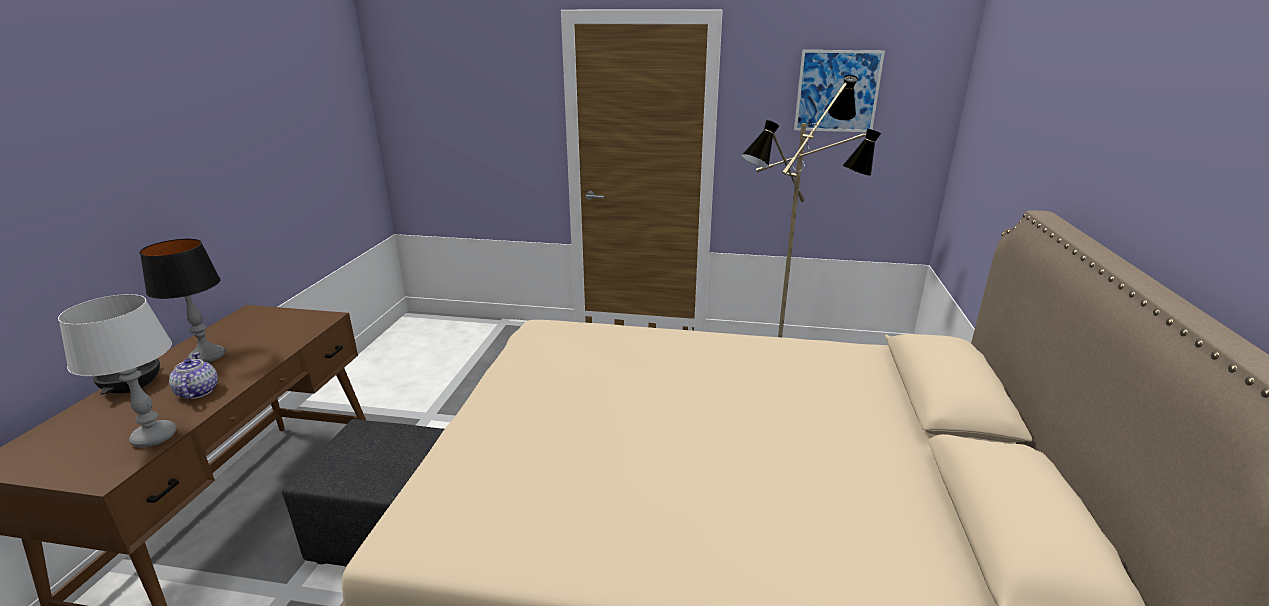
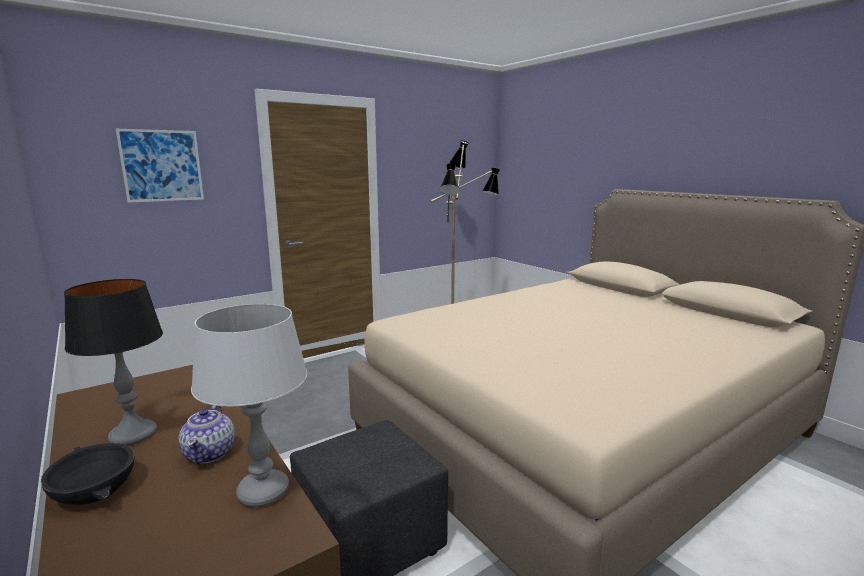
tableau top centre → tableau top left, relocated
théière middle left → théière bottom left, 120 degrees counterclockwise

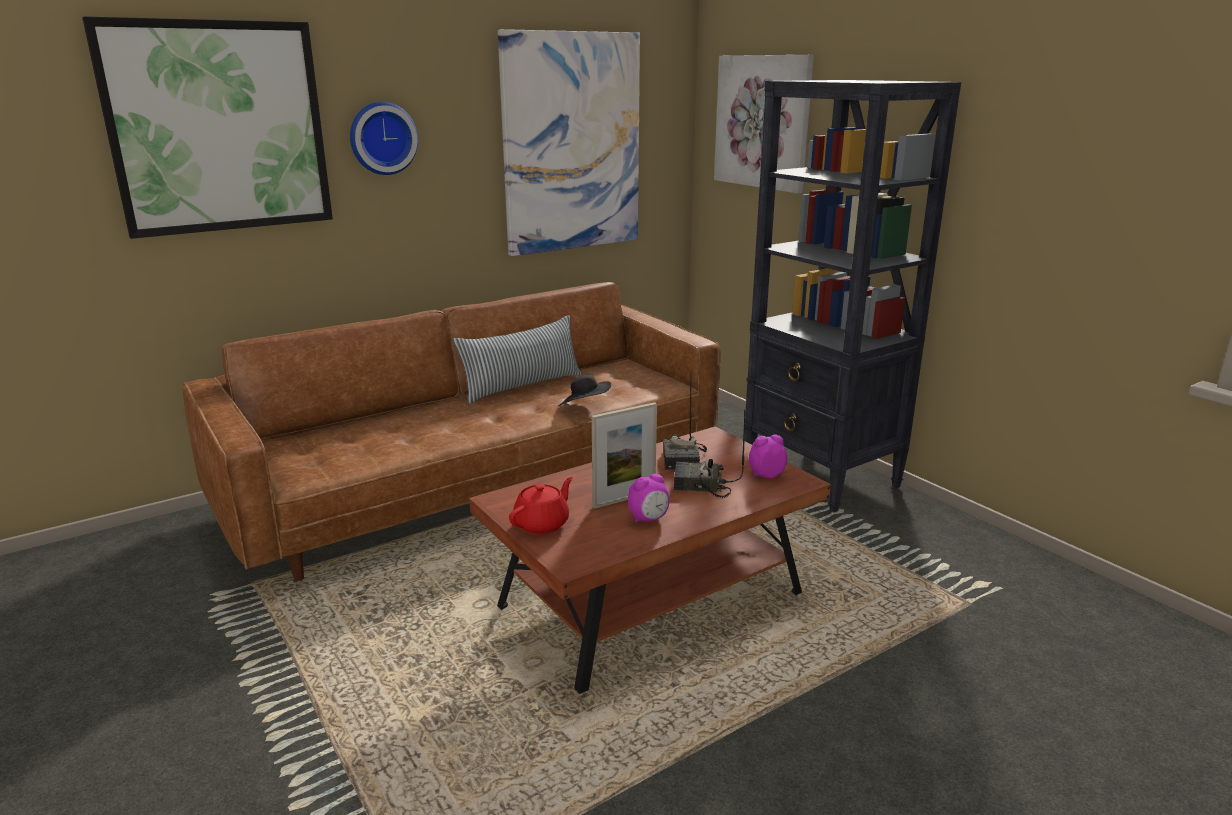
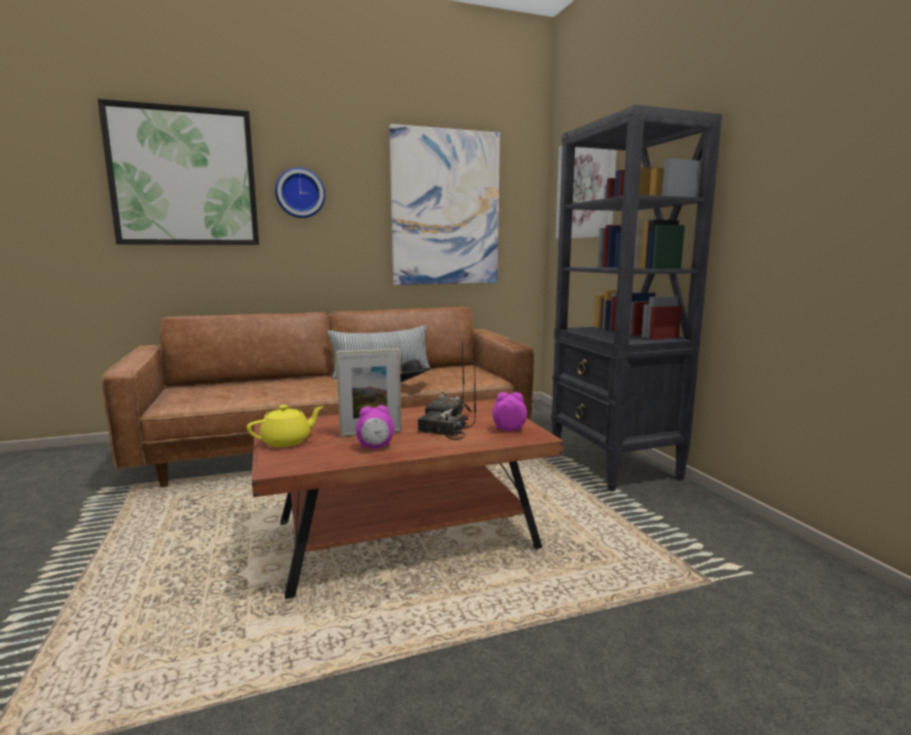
théière (rouge) centre → théière (jaune) middle left

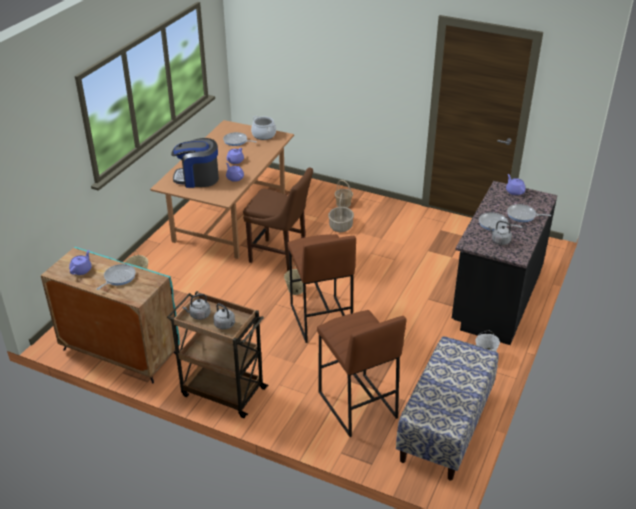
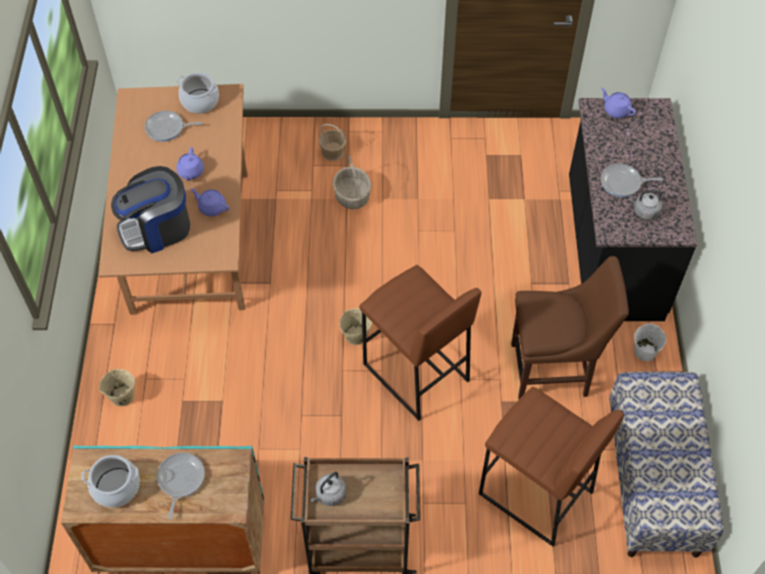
bouilloire (gris) (no. 2 from left) centre → -
poêle (no. 4 from left) middle right → -
chaise (marron) centre → chaise (marron) middle right, relocated
théière (violet) (no. 1 from left) middle left → marmite (no. 1 from left) bottom left

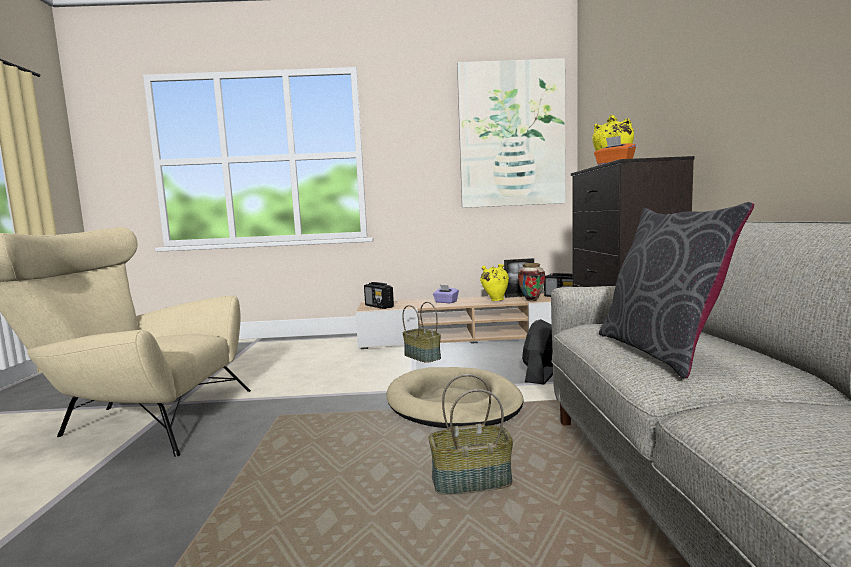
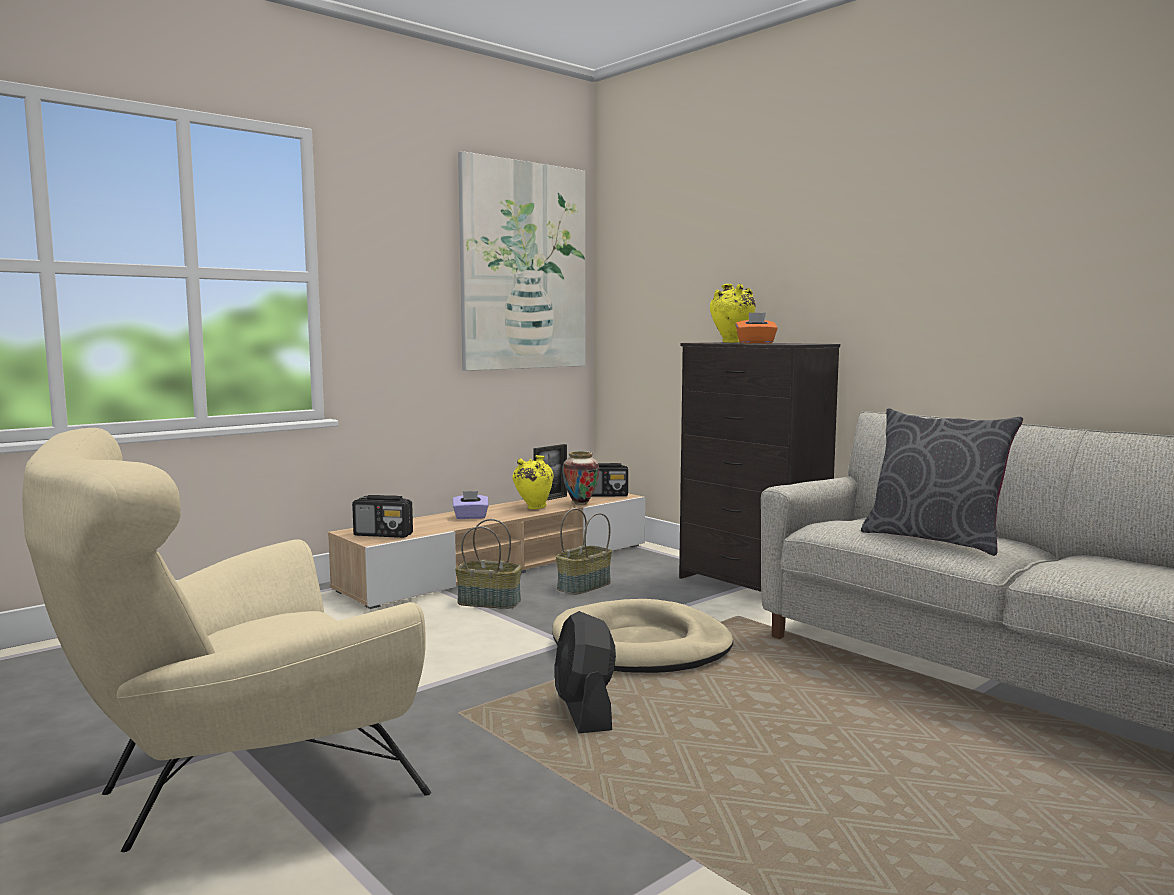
panier (no. 2 from left) bottom centre → panier (no. 2 from left) centre, relocated
ventilateur (noir) centre → ventilateur (noir) bottom centre, relocated

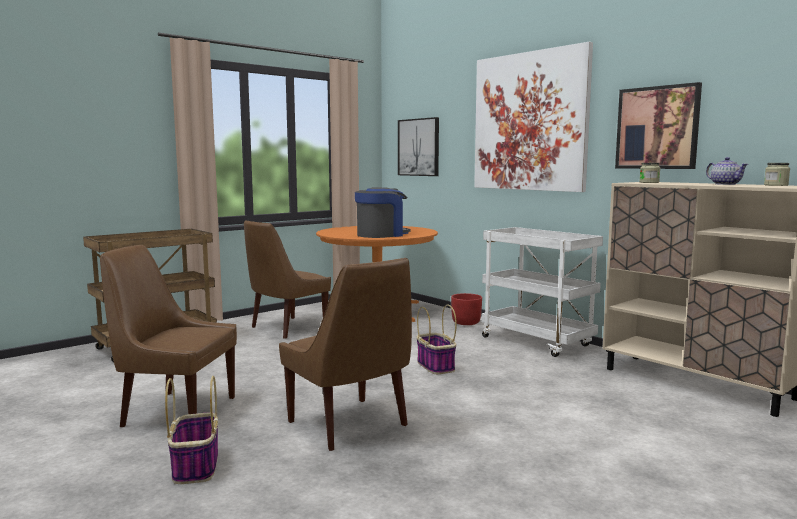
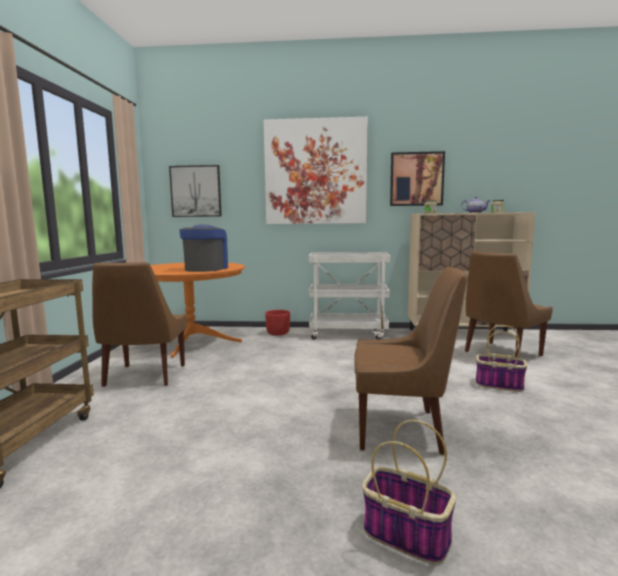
chaise (marron) (no. 1 from left in the first image) middle left → chaise (marron) (no. 3 from left) middle right, relocated
panier (no. 2 from left) centre → panier (no. 2 from left) middle right, relocated

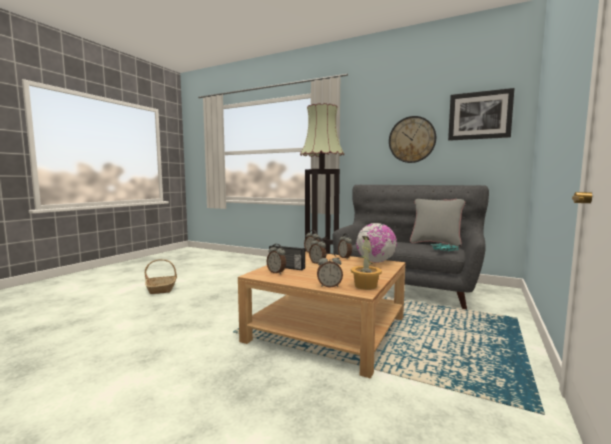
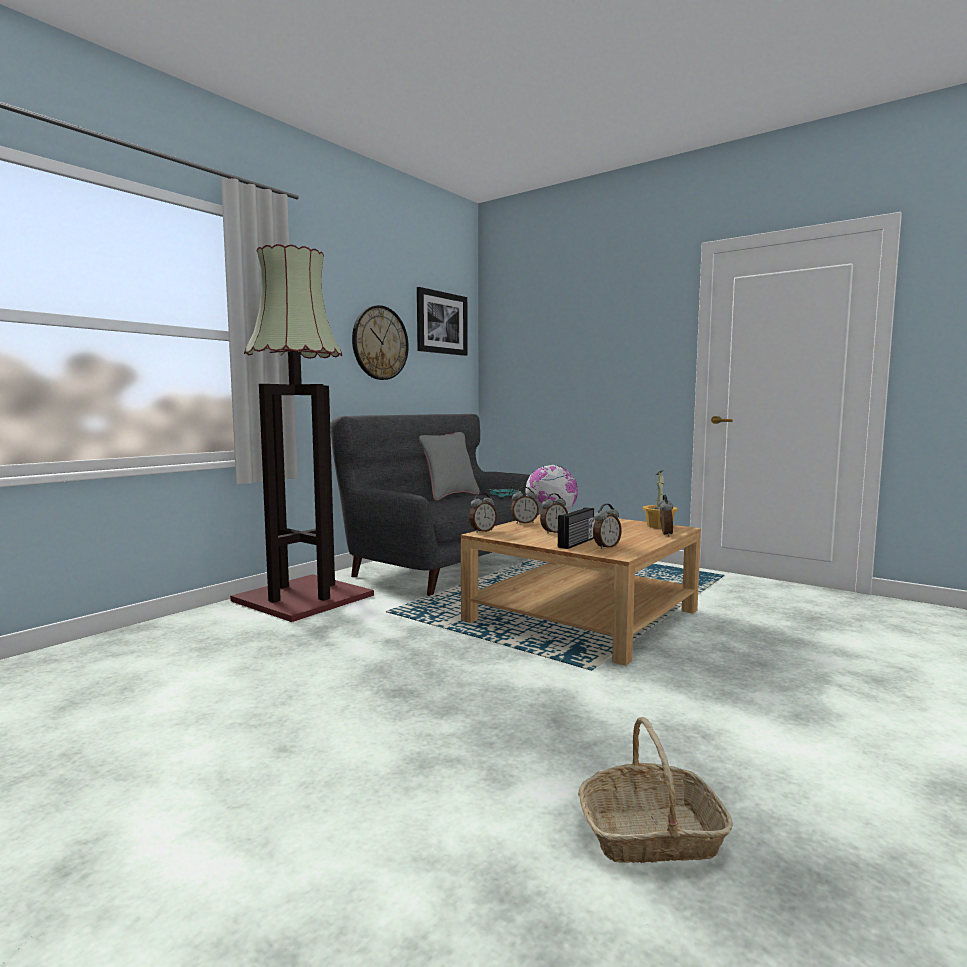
panier middle left → panier bottom right, relocated

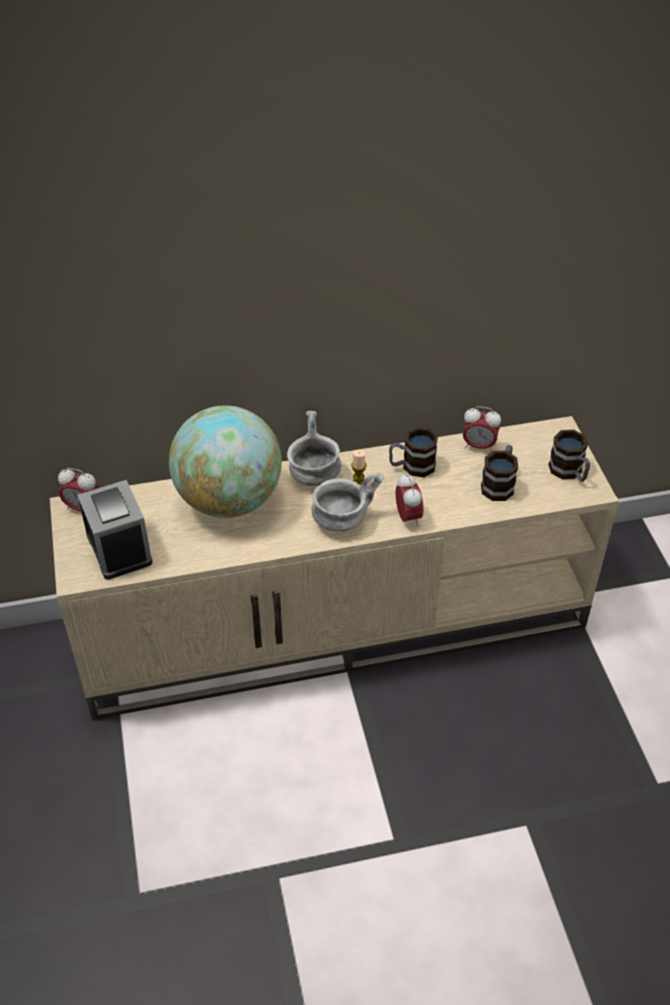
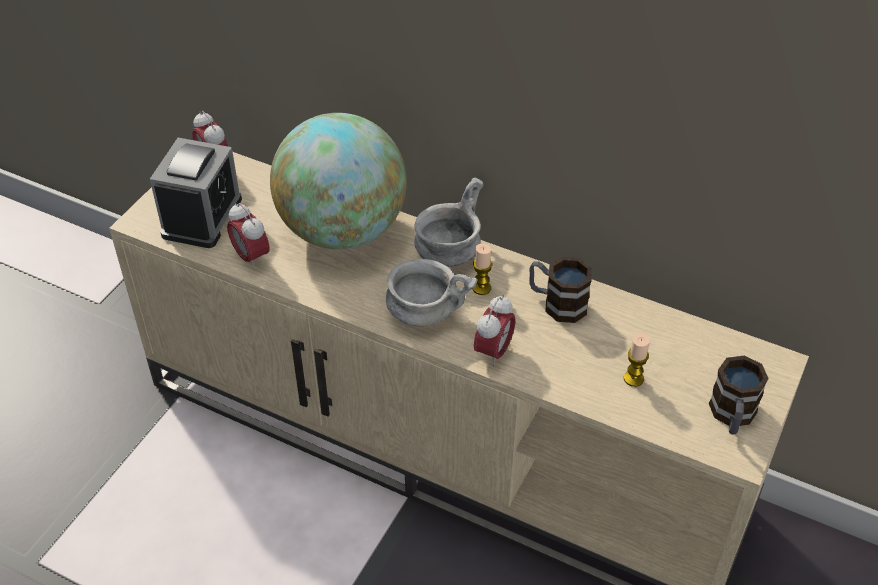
réveil (no. 4 from left in the first image) middle right → réveil (no. 3 from left) middle left, relocated
mug (no. 2 from left) middle right → bougie (no. 2 from left) middle right

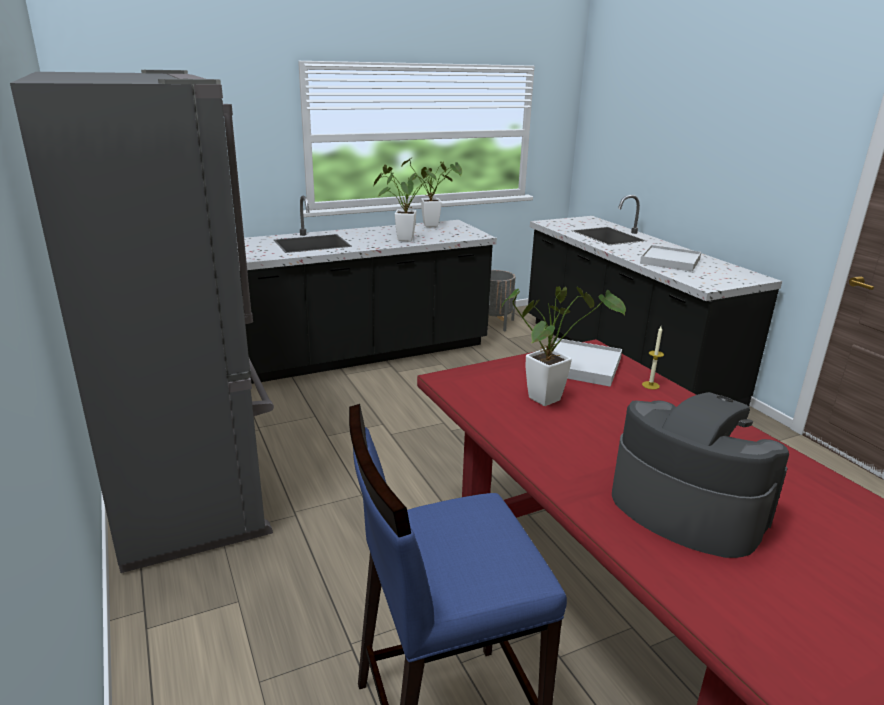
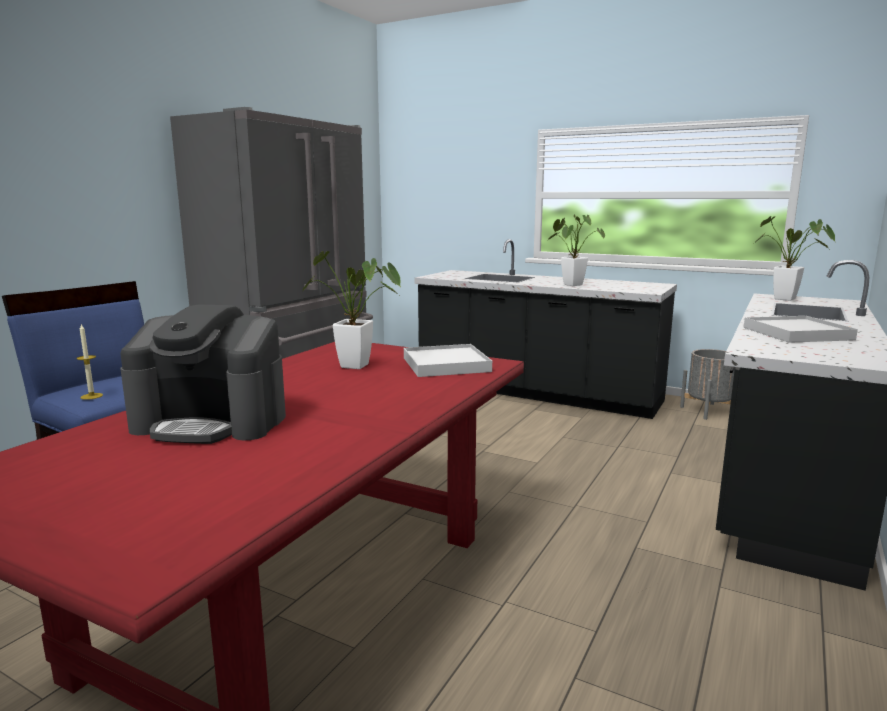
plante en pot (no. 2 from left in the first image) top centre → plante en pot (no. 3 from left) middle right, relocated
bougie middle right → bougie middle left, relocated
machine à café bottom right → machine à café middle left, 90 degrees clockwise

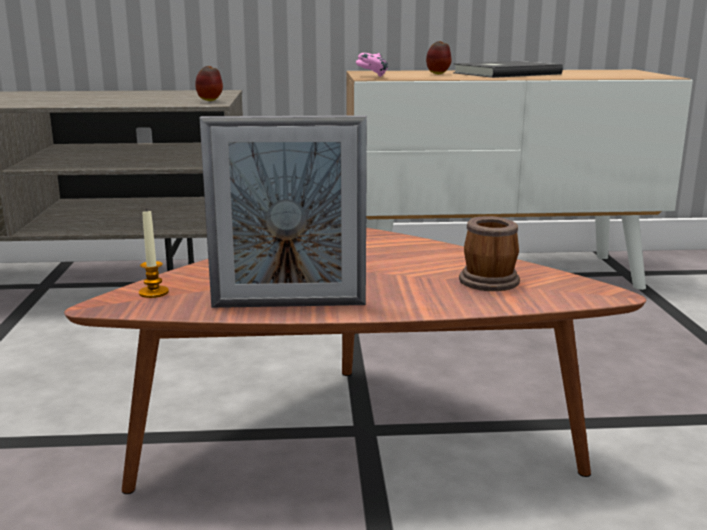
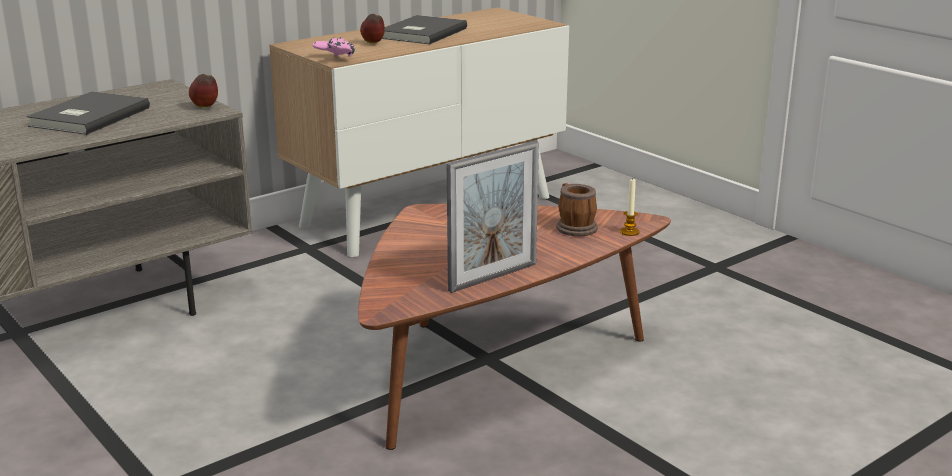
- → livre (gris) (no. 1 from left) top left
bougie middle left → bougie centre, relocated

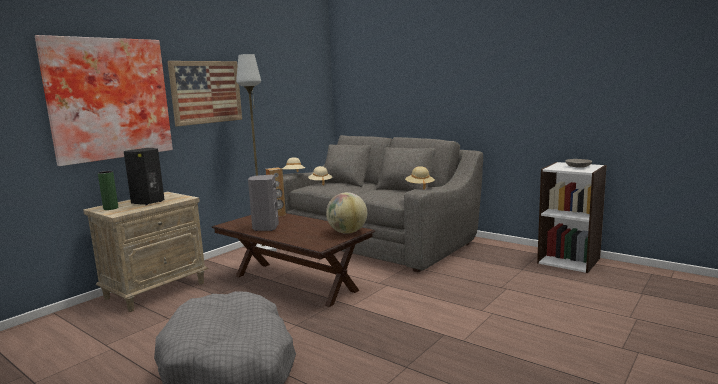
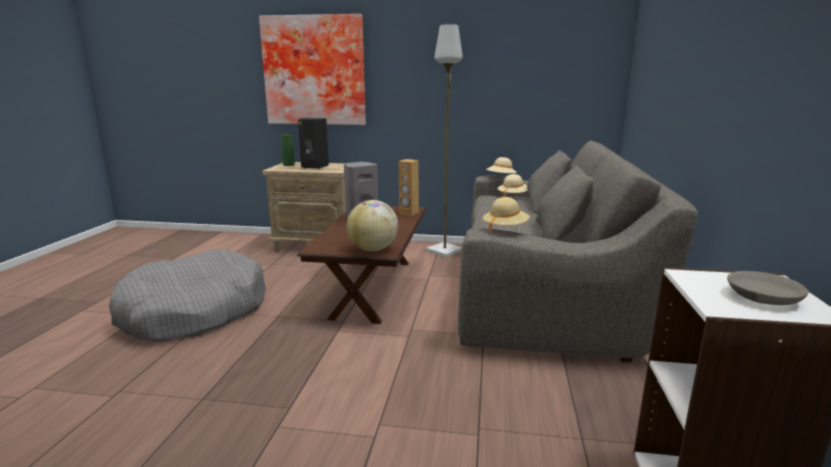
tableau (no. 2 from left) top left → -

